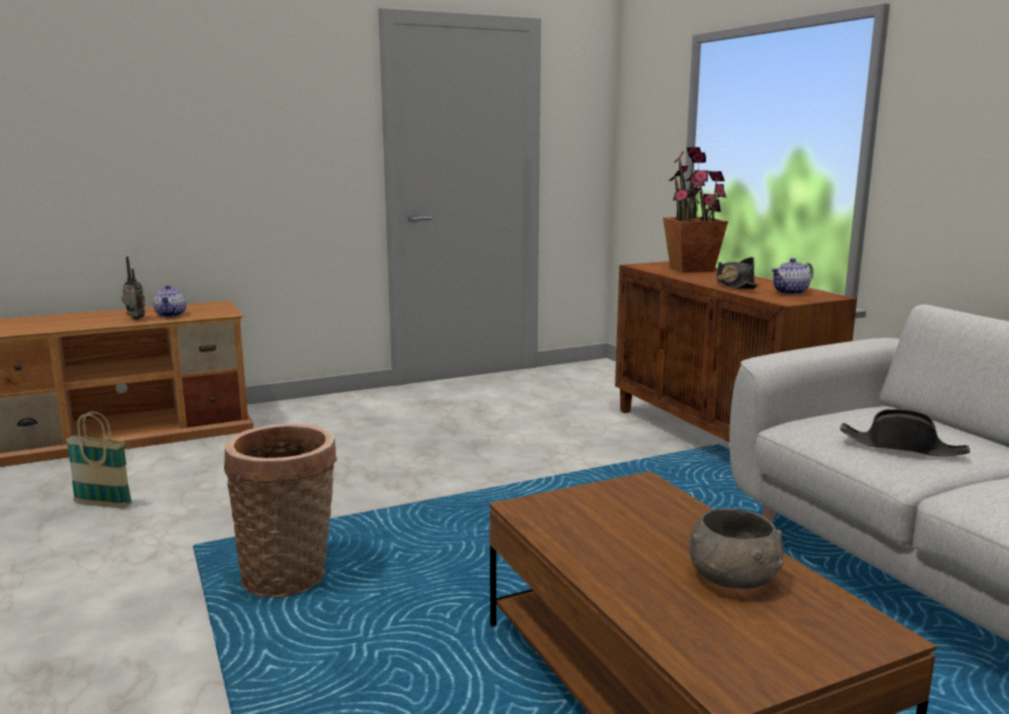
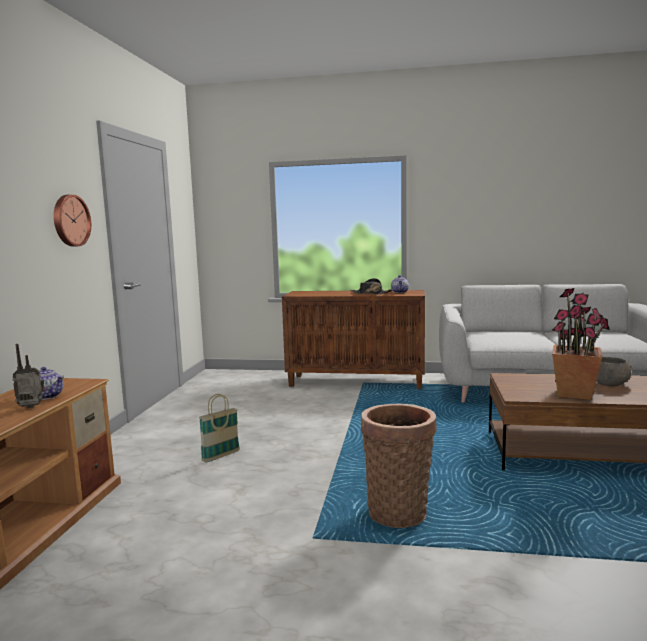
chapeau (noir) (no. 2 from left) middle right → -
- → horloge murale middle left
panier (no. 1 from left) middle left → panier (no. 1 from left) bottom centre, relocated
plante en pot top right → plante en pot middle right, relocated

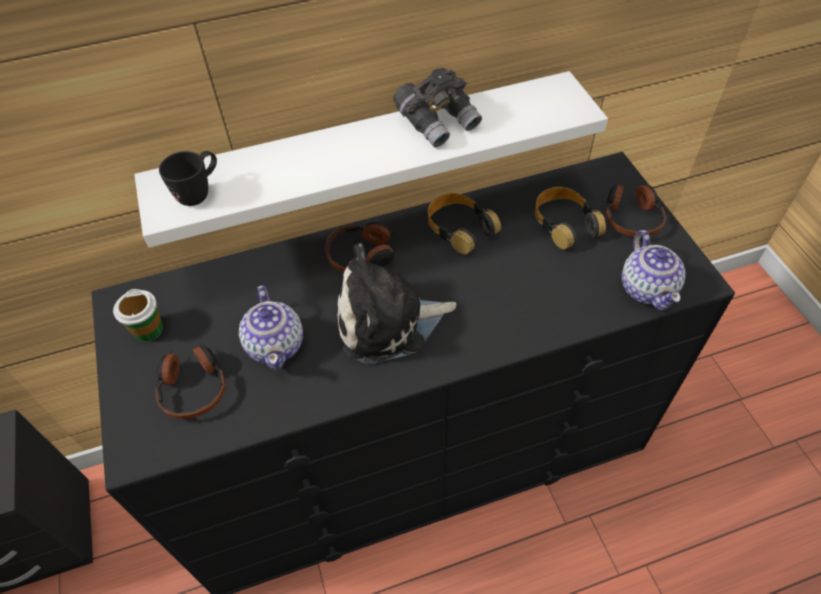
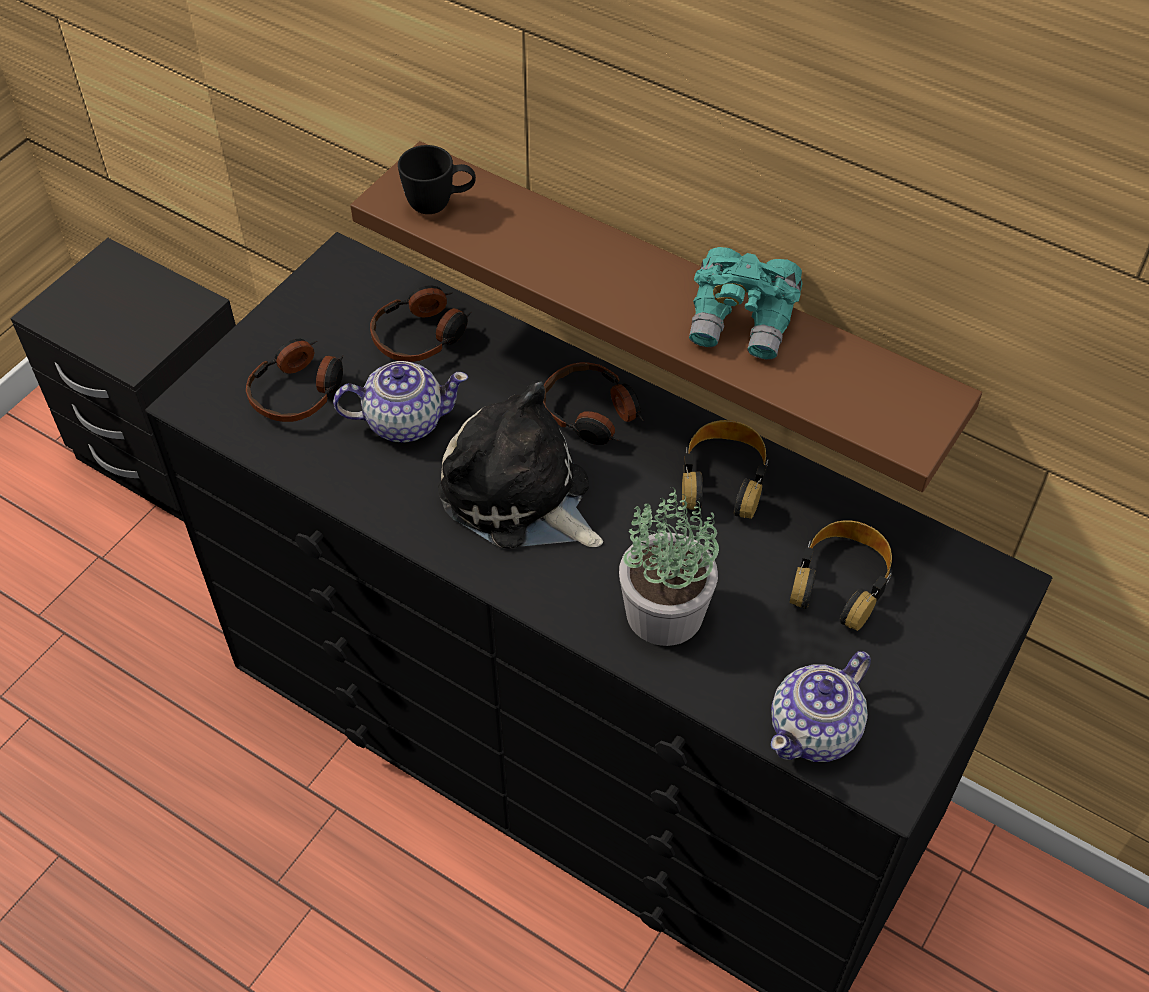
tasse middle left → -
- → plante en pot centre
casque audio (no. 5 from left in the first image) middle right → casque audio (no. 2 from left) top centre, relocated
étagère (blanc) top centre → étagère (marron) top centre
jumelles (gris) top centre → jumelles (turquoise) top centre
théière (no. 1 from left) middle left → théière (no. 1 from left) centre, 135 degrees counterclockwise

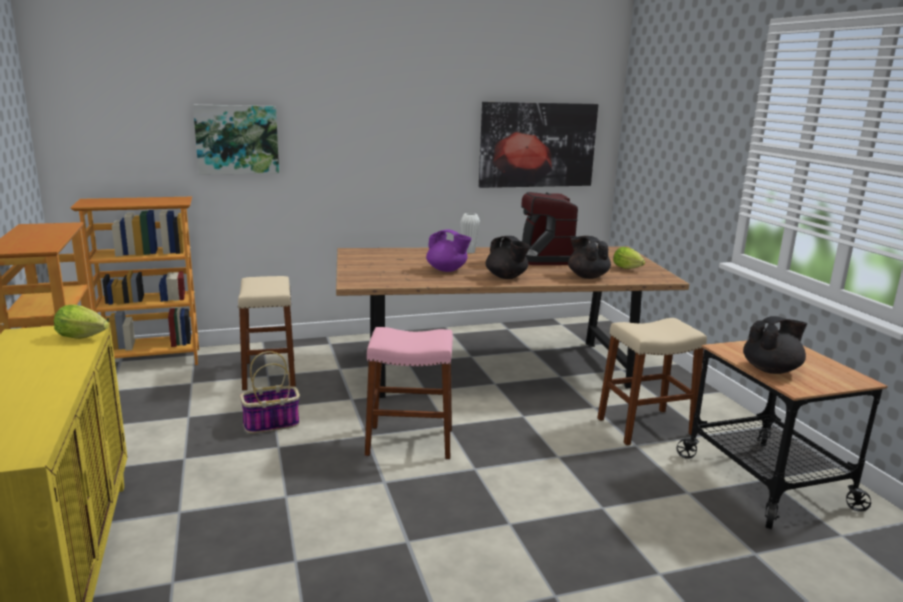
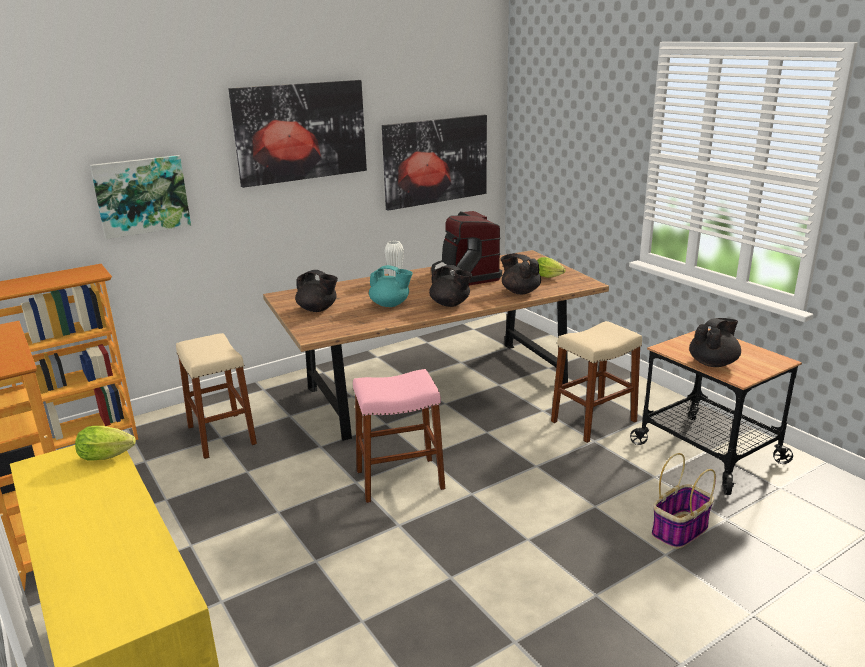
- → tableau (no. 2 from left) top centre
- → théière (noir) (no. 1 from left) centre
panier middle left → panier bottom right, relocated
théière (violet) centre → théière (turquoise) centre

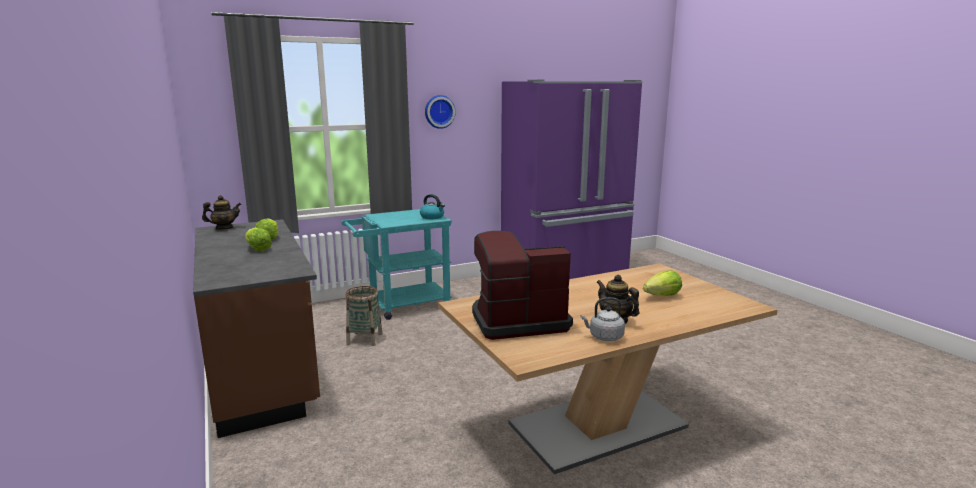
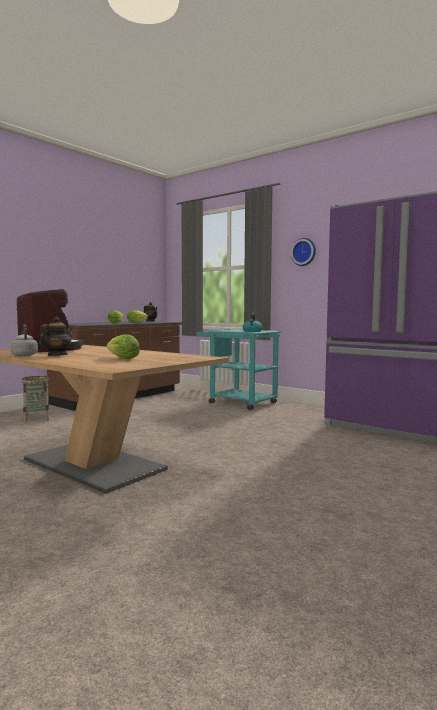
panier centre → panier middle left, relocated

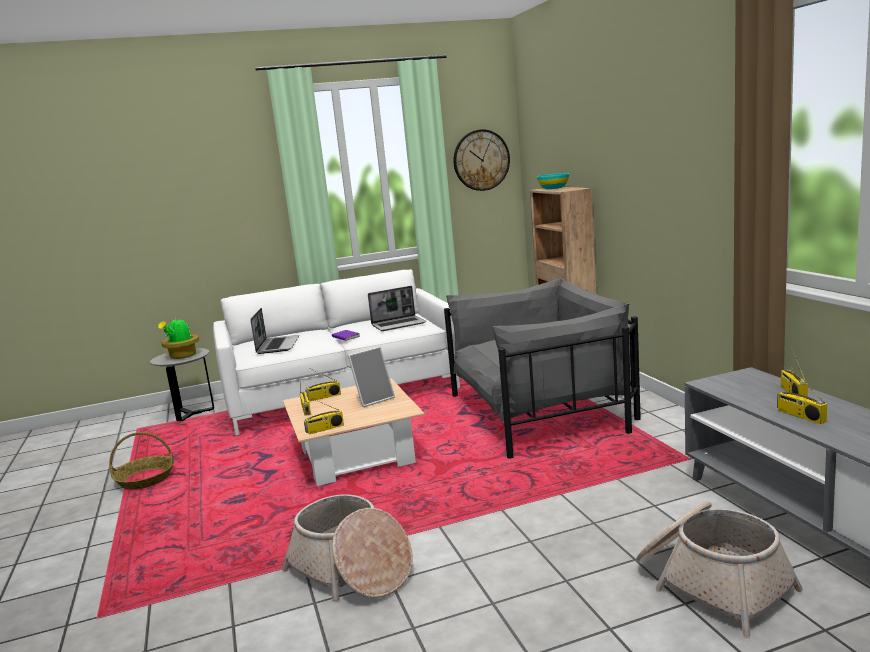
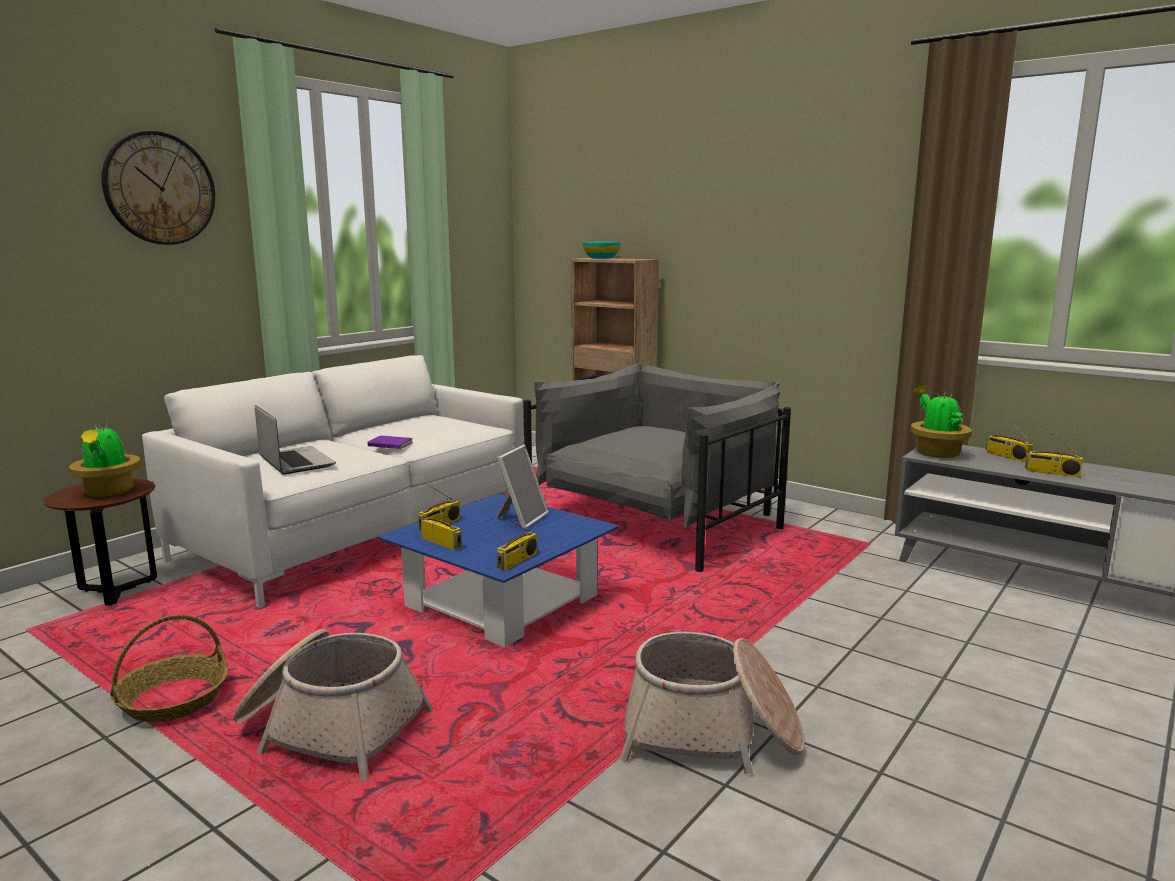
ordinateur portable (no. 2 from left) centre → -
- → plante en pot (no. 2 from left) middle right
horloge murale top centre → horloge murale top left, relocated
panier (no. 3 from left in the first image) bottom right → panier (no. 2 from left) bottom left, relocated
table d'appoint (gris) middle left → table d'appoint (marron) middle left
table basse (beige) centre → table basse (bleu) centre

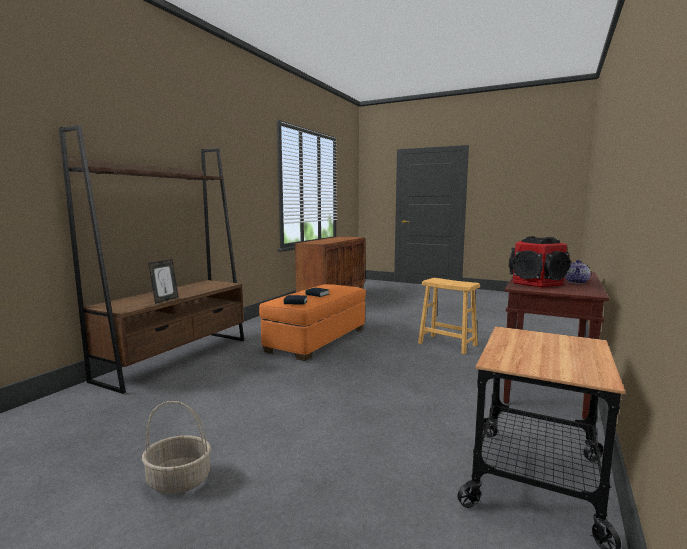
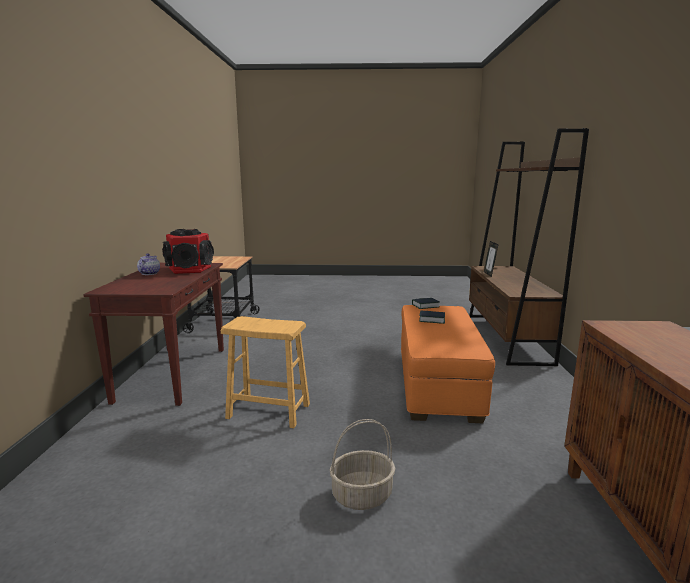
panier bottom left → panier bottom centre, relocated

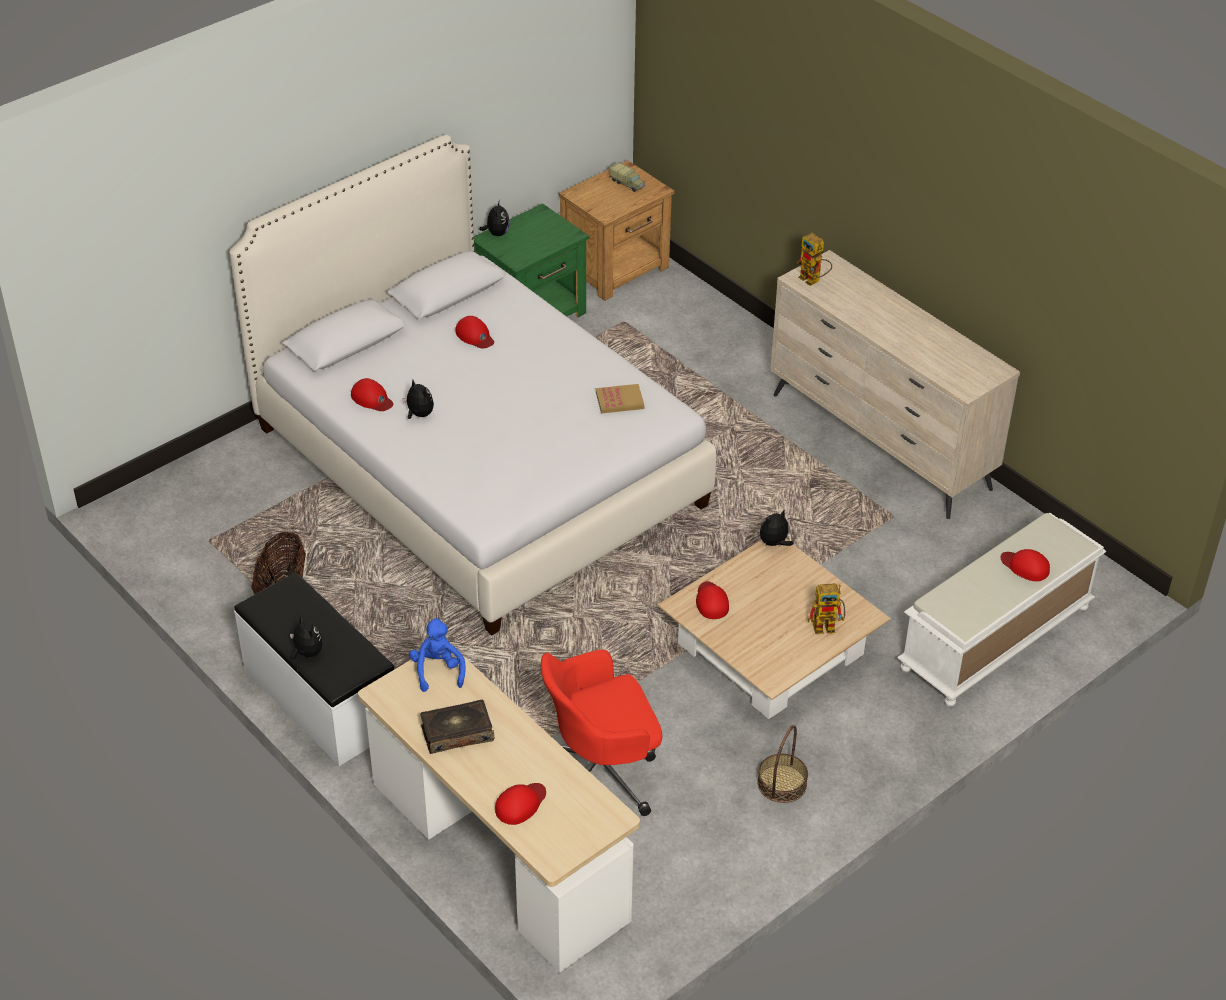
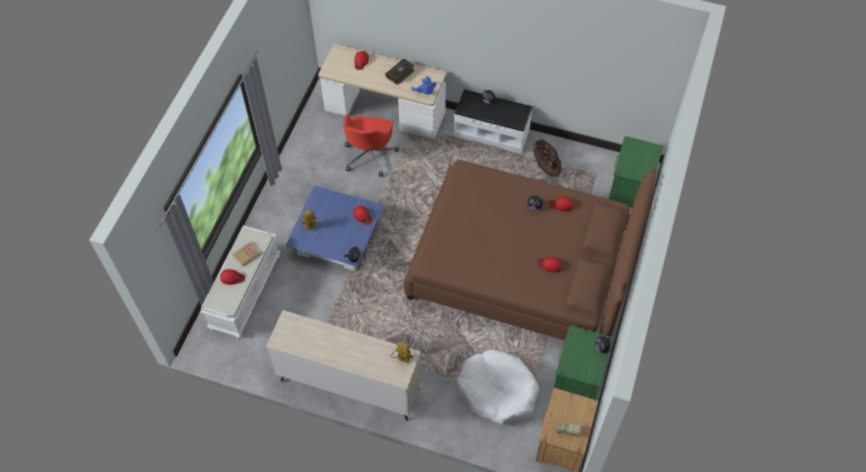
panier (no. 2 from left) bottom centre → -
- → panier pour chien (blanc) bottom centre
- → table de chevet (vert) (no. 2 from left) middle right
livre (no. 2 from left in the first image) centre → livre (no. 1 from left) middle left, relocated
lit (blanc) centre → lit (marron) centre
table basse (beige) centre → table basse (bleu) centre
chaise de bureau (rouge) bottom centre → chaise de bureau (rouge) top centre, 150 degrees clockwise

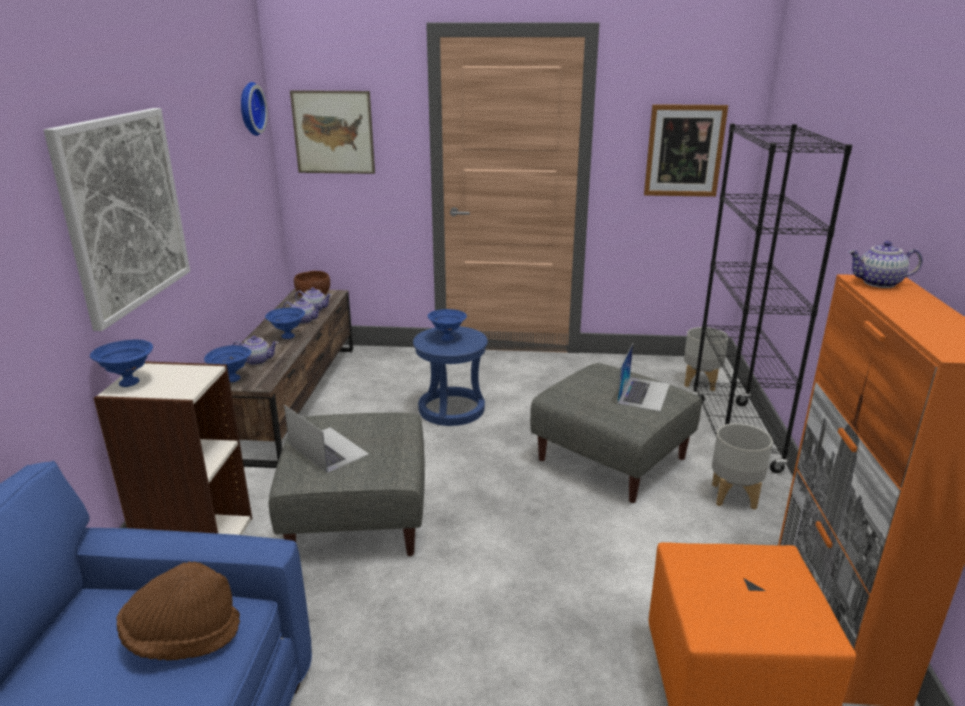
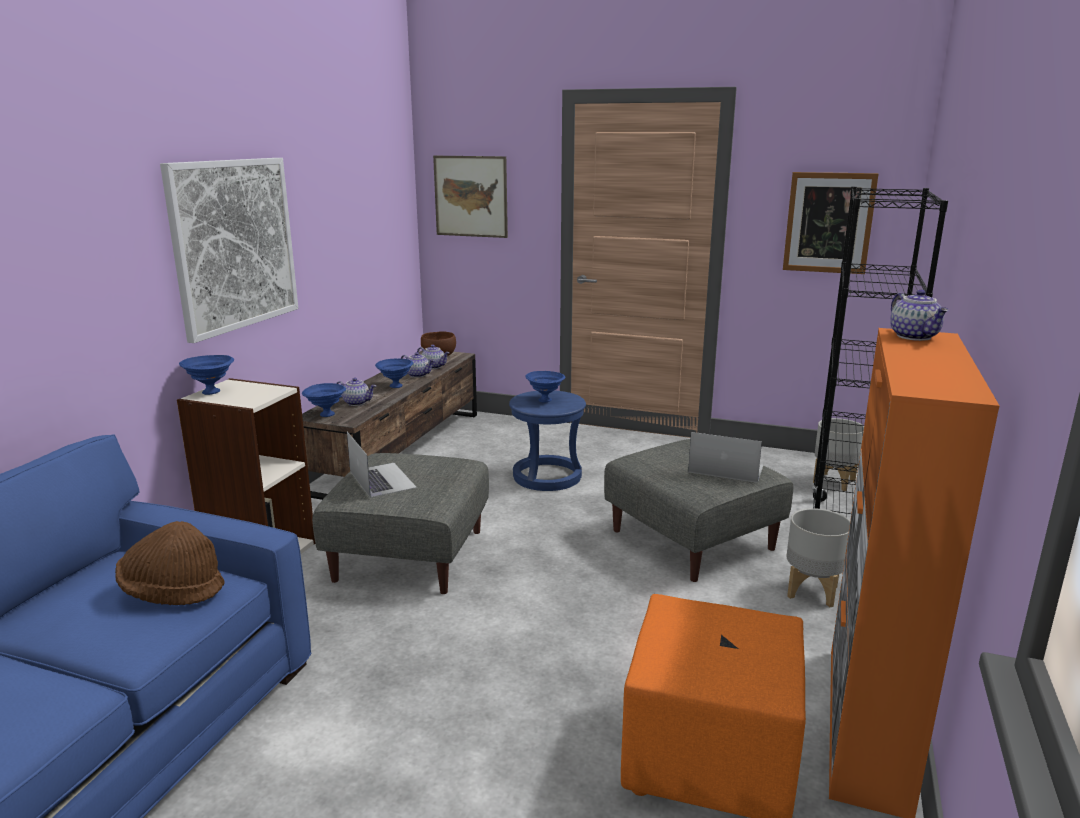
horloge murale top left → -
ordinateur portable (no. 2 from left) centre → ordinateur portable (no. 2 from left) middle right, 105 degrees counterclockwise
théière (no. 4 from left) middle right, 120 degrees counterclockwise

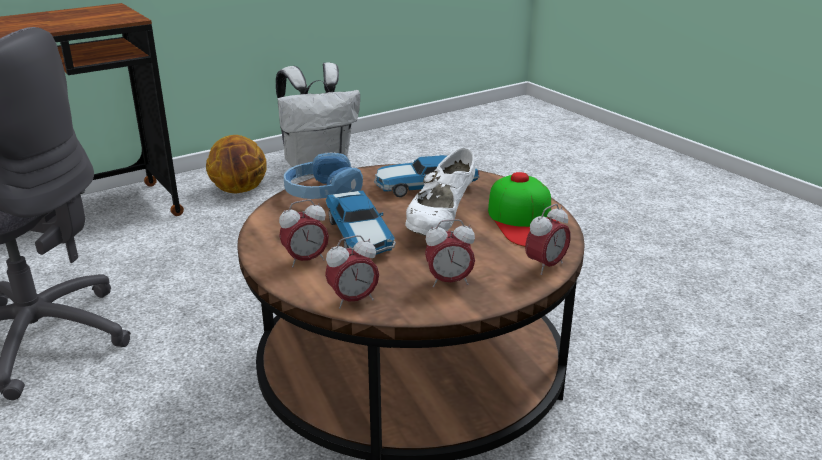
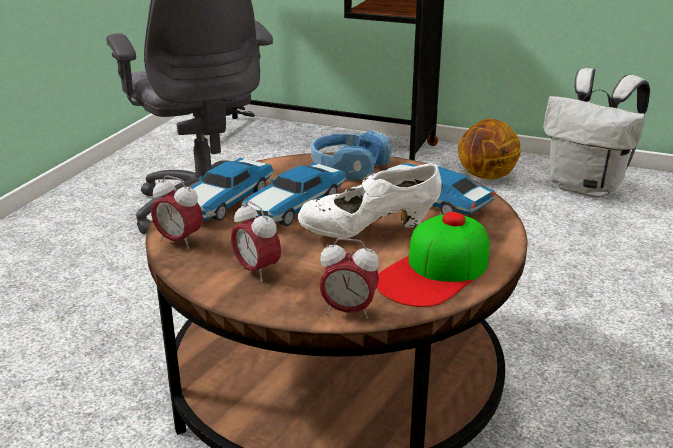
réveil (no. 1 from left) centre → petite voiture (no. 1 from left) centre

